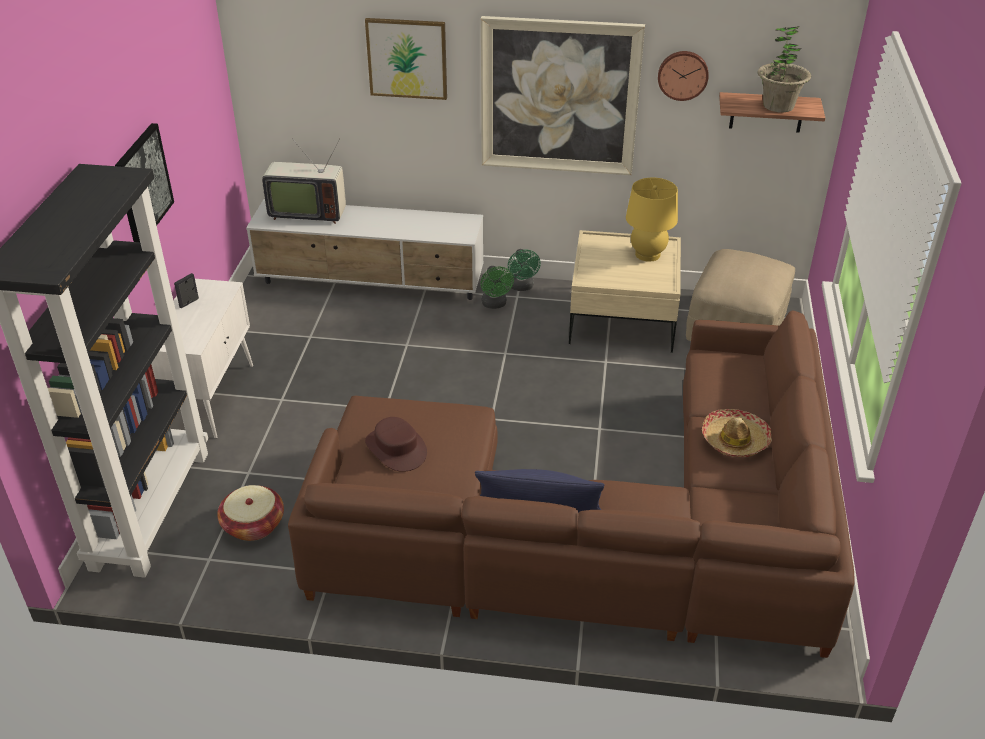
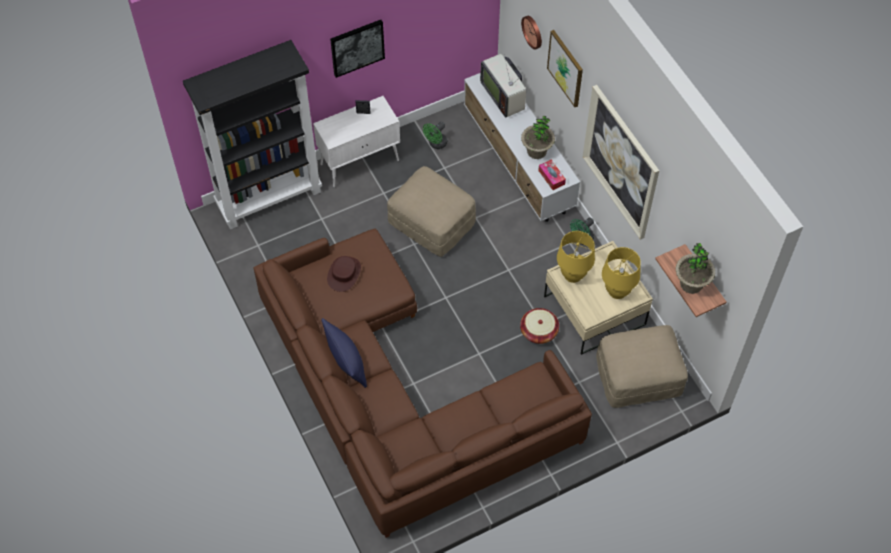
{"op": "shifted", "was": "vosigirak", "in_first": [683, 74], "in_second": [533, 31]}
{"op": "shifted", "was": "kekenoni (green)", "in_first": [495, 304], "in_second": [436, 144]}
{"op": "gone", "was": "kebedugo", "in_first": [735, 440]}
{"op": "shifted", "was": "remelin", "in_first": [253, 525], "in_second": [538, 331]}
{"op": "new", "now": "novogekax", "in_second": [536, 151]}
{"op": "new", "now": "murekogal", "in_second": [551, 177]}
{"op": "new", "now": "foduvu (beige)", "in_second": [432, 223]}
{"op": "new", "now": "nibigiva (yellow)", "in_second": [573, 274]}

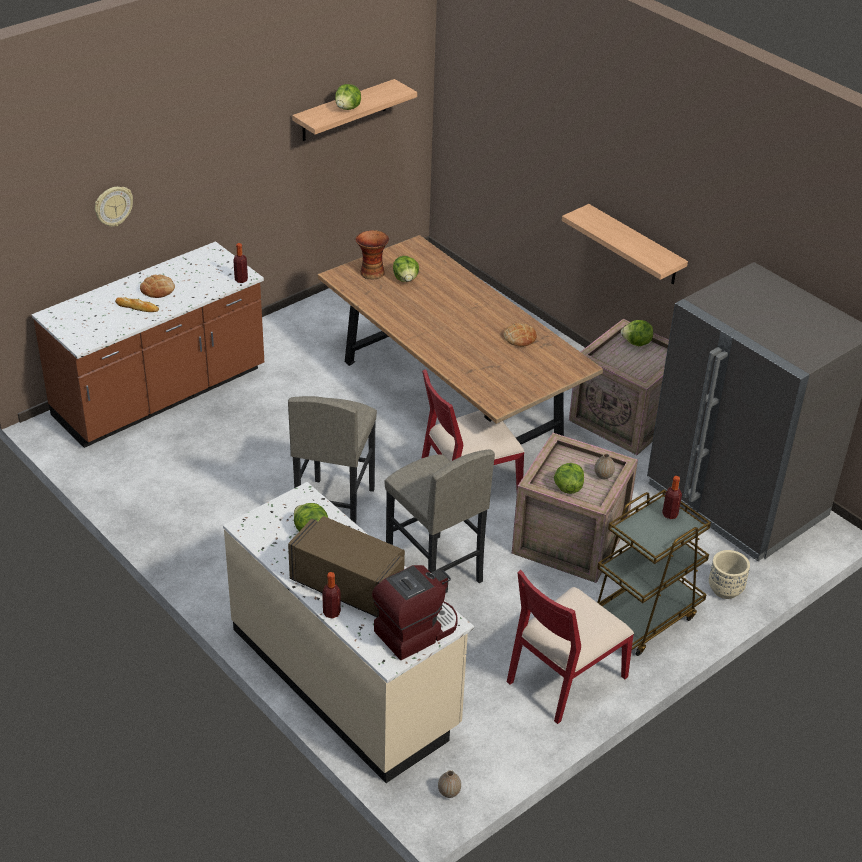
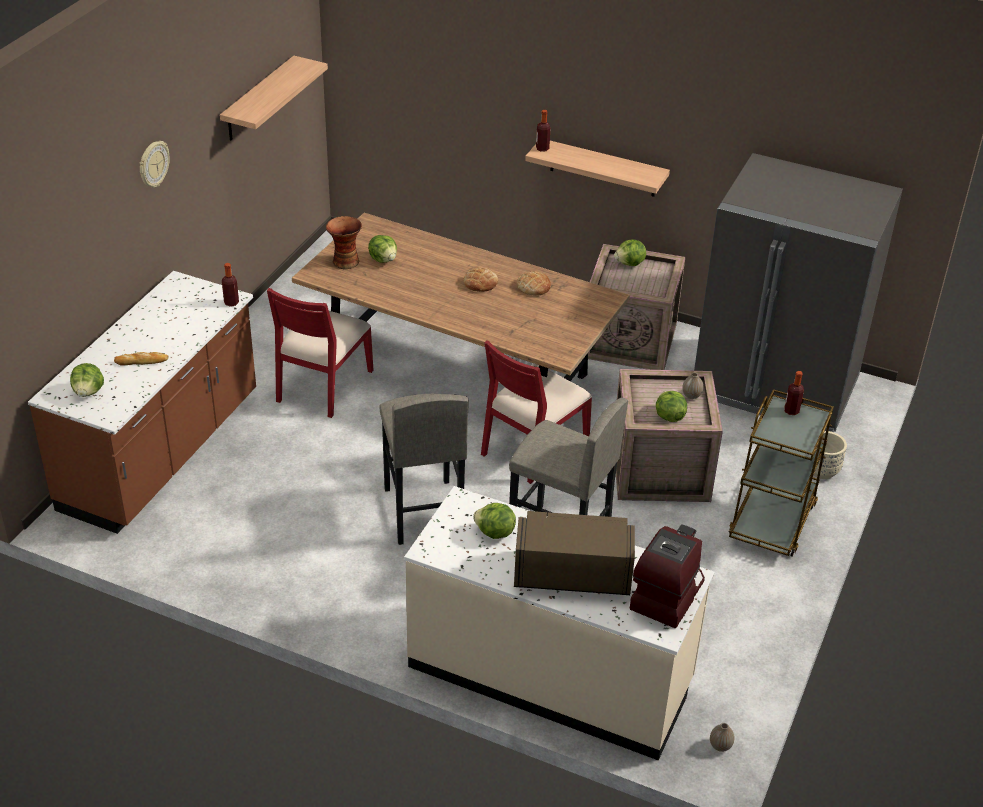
{"op": "shifted", "was": "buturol", "in_first": [348, 108], "in_second": [89, 392]}
{"op": "shifted", "was": "vosigirak", "in_first": [113, 206], "in_second": [153, 164]}
{"op": "shifted", "was": "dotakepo", "in_first": [158, 289], "in_second": [480, 283]}
{"op": "shifted", "was": "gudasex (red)", "in_first": [564, 678], "in_second": [322, 385]}
{"op": "shifted", "was": "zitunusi", "in_first": [331, 613], "in_second": [542, 148]}

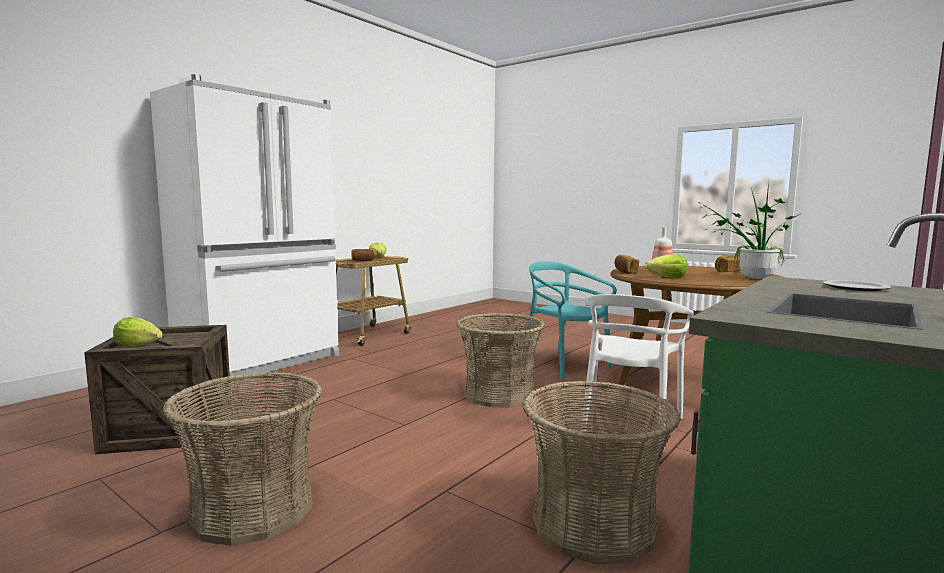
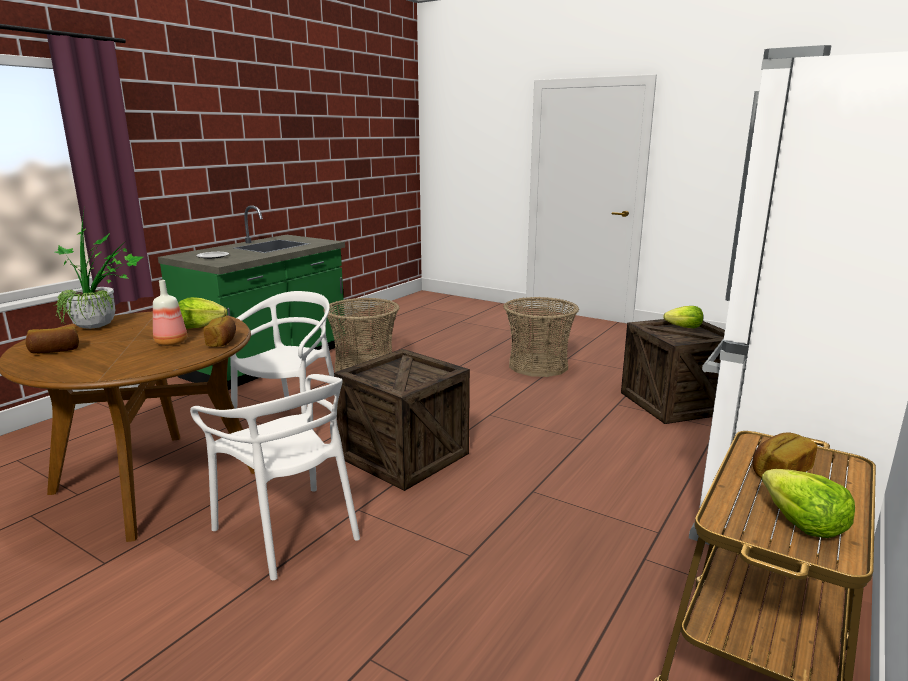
{"op": "repainted", "was": "gudasex (turquoise)", "now": "gudasex (white)", "in_first": [564, 365], "in_second": [289, 531]}
{"op": "swapped", "was": "remelin", "now": "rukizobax", "in_first": [499, 394], "in_second": [404, 456]}

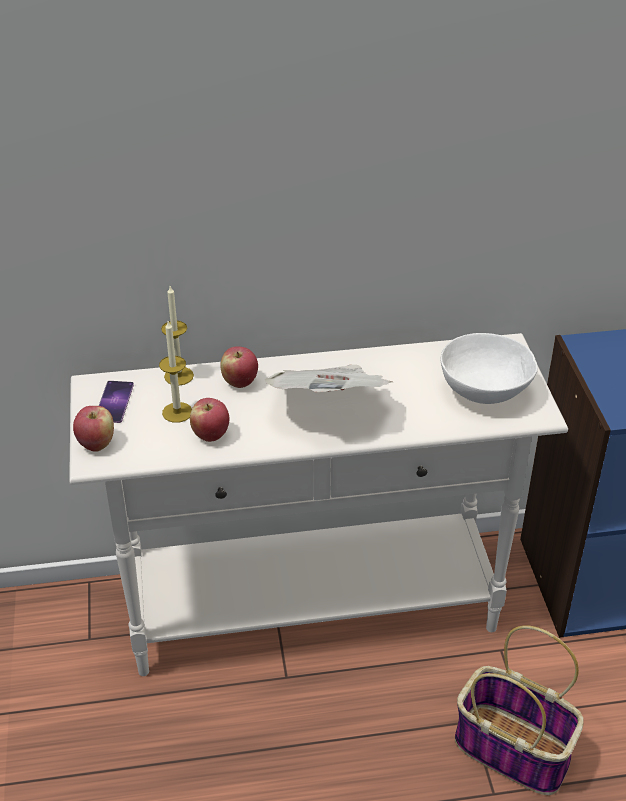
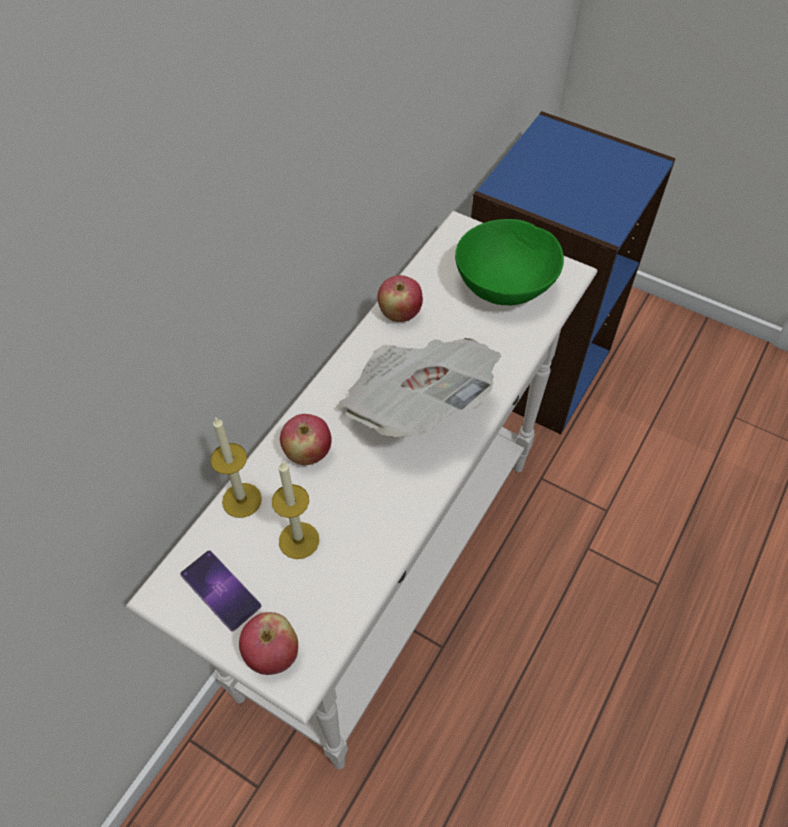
{"op": "repainted", "was": "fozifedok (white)", "now": "fozifedok (green)", "in_first": [484, 390], "in_second": [504, 285]}
{"op": "shifted", "was": "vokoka", "in_first": [210, 435], "in_second": [399, 314]}
{"op": "gone", "was": "remelin", "in_first": [514, 750]}

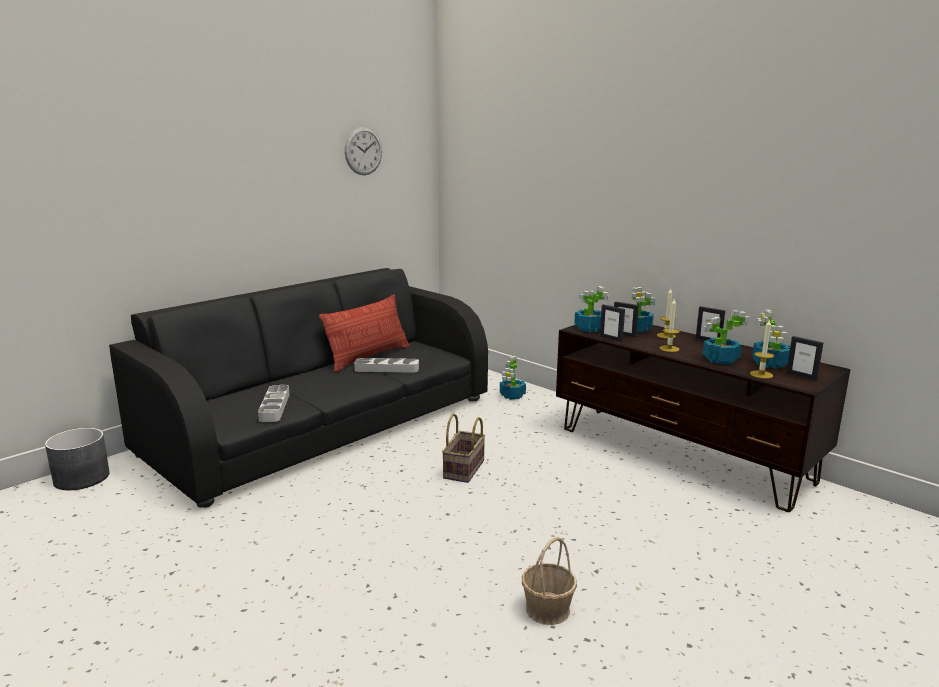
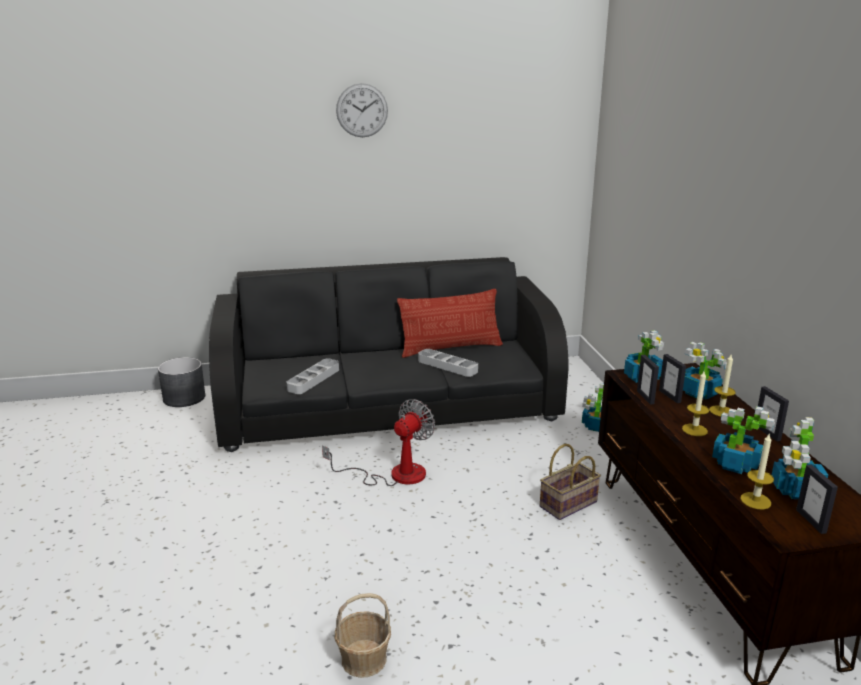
{"op": "shifted", "was": "vosigirak", "in_first": [363, 151], "in_second": [362, 110]}
{"op": "shifted", "was": "remelin", "in_first": [464, 470], "in_second": [568, 505]}
{"op": "new", "now": "kekenoni", "in_second": [394, 474]}

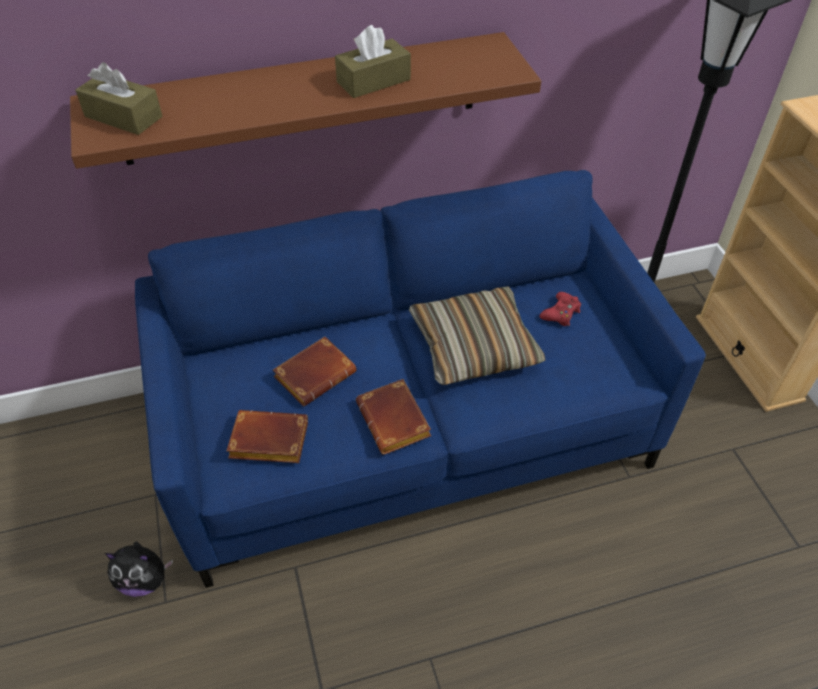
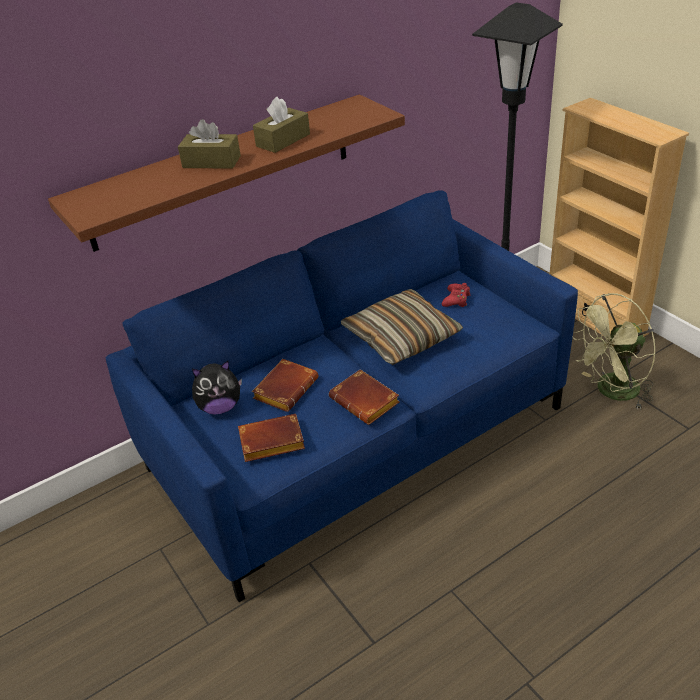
{"op": "shifted", "was": "murekogal (brown)", "in_first": [123, 117], "in_second": [211, 162]}
{"op": "shifted", "was": "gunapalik", "in_first": [144, 580], "in_second": [220, 407]}
{"op": "new", "now": "kekenoni (green)", "in_second": [611, 392]}

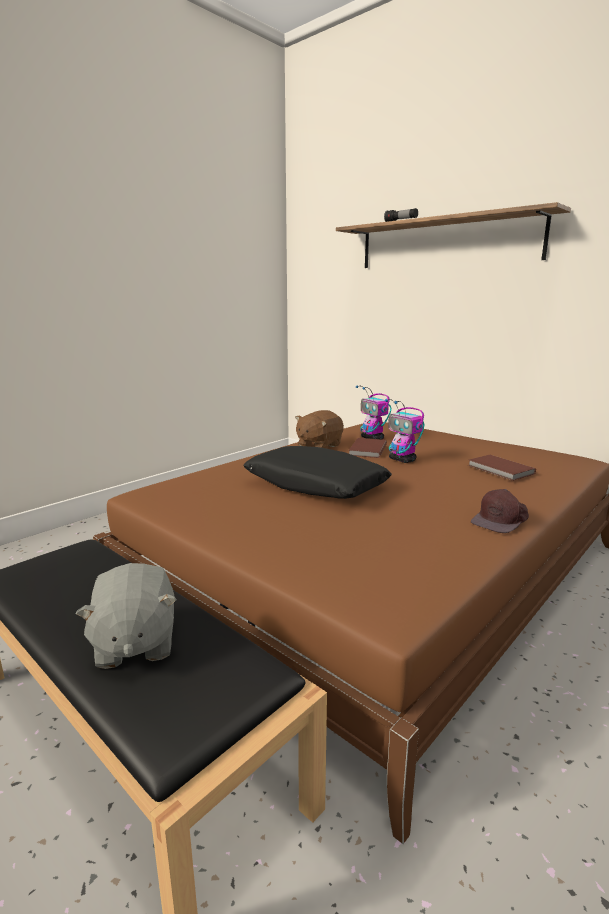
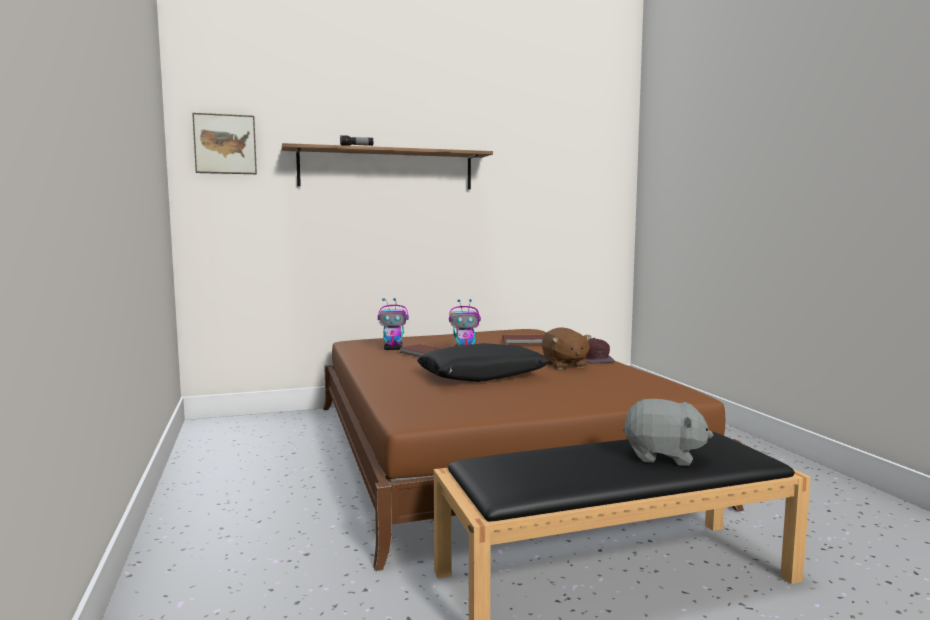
{"op": "shifted", "was": "gunapalik (brown)", "in_first": [318, 445], "in_second": [564, 365]}
{"op": "new", "now": "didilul", "in_second": [225, 144]}

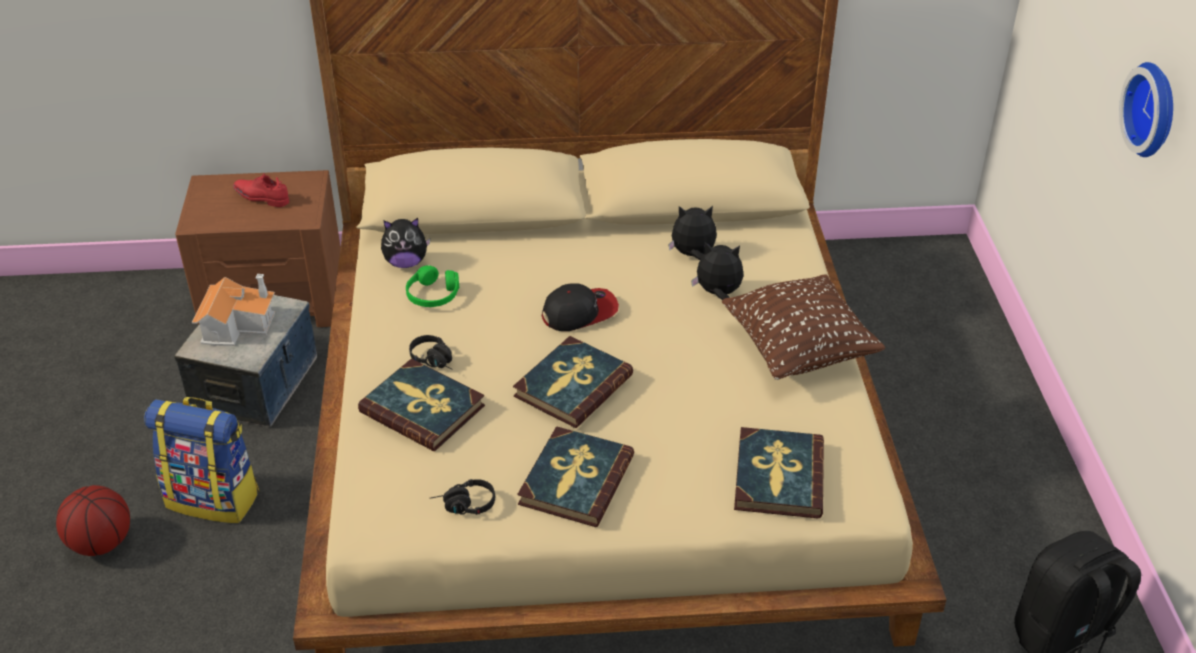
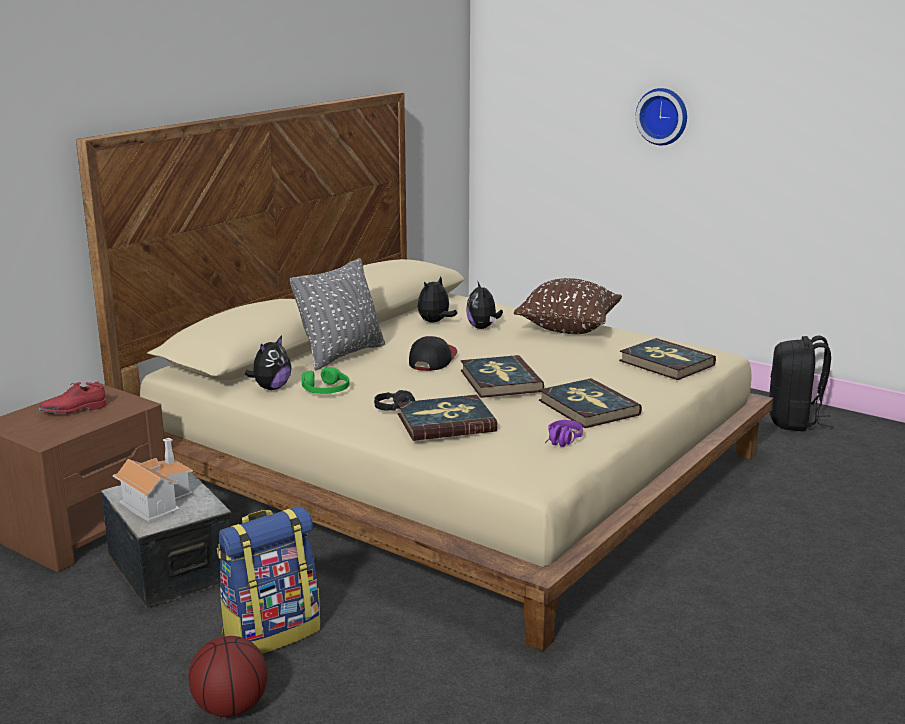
{"op": "rotated", "was": "gunapalik", "in_first": [718, 293], "in_second": [483, 327], "clockwise": -60}
{"op": "repainted", "was": "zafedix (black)", "now": "zafedix (purple)", "in_first": [463, 506], "in_second": [561, 442]}
{"op": "new", "now": "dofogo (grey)", "in_second": [341, 354]}

